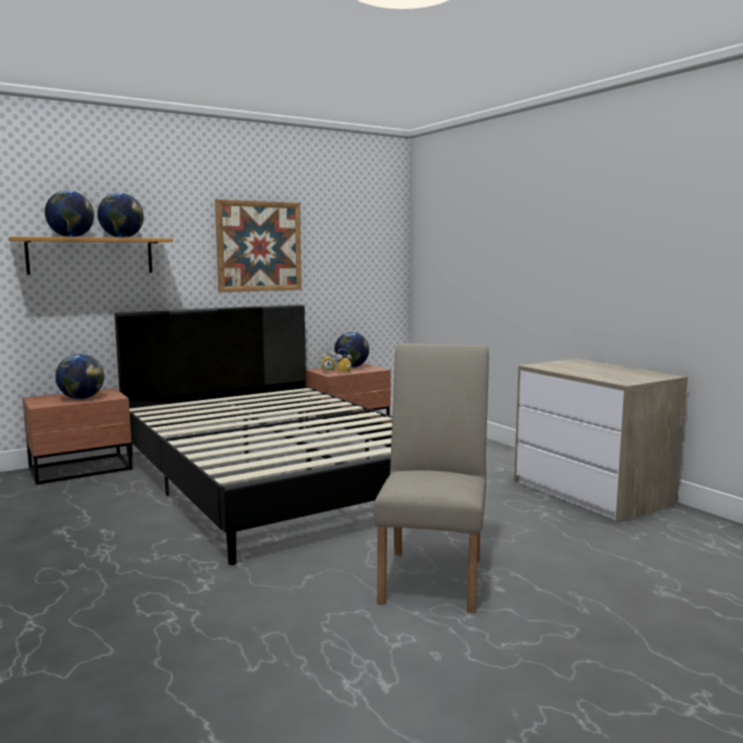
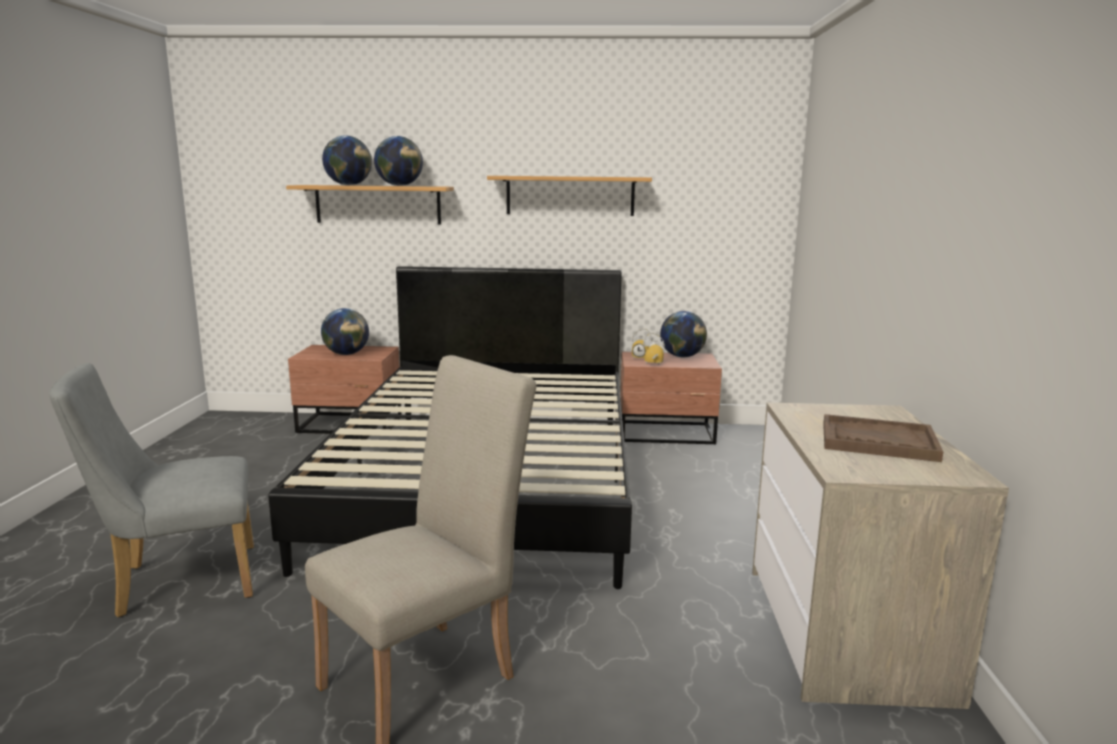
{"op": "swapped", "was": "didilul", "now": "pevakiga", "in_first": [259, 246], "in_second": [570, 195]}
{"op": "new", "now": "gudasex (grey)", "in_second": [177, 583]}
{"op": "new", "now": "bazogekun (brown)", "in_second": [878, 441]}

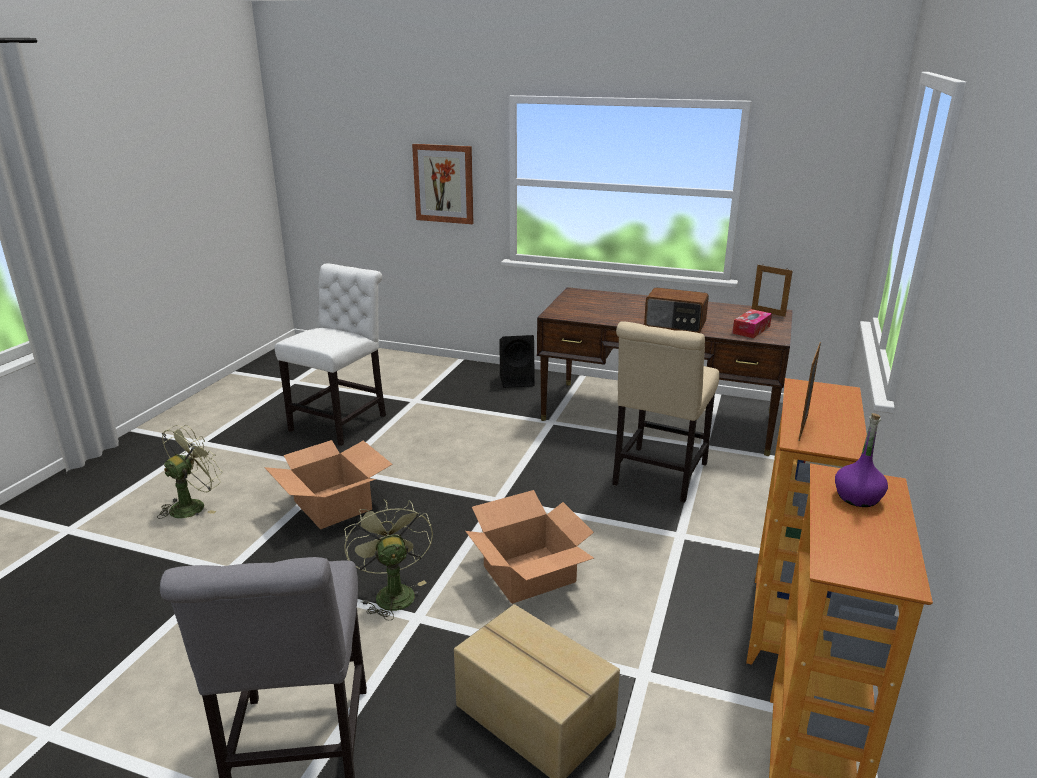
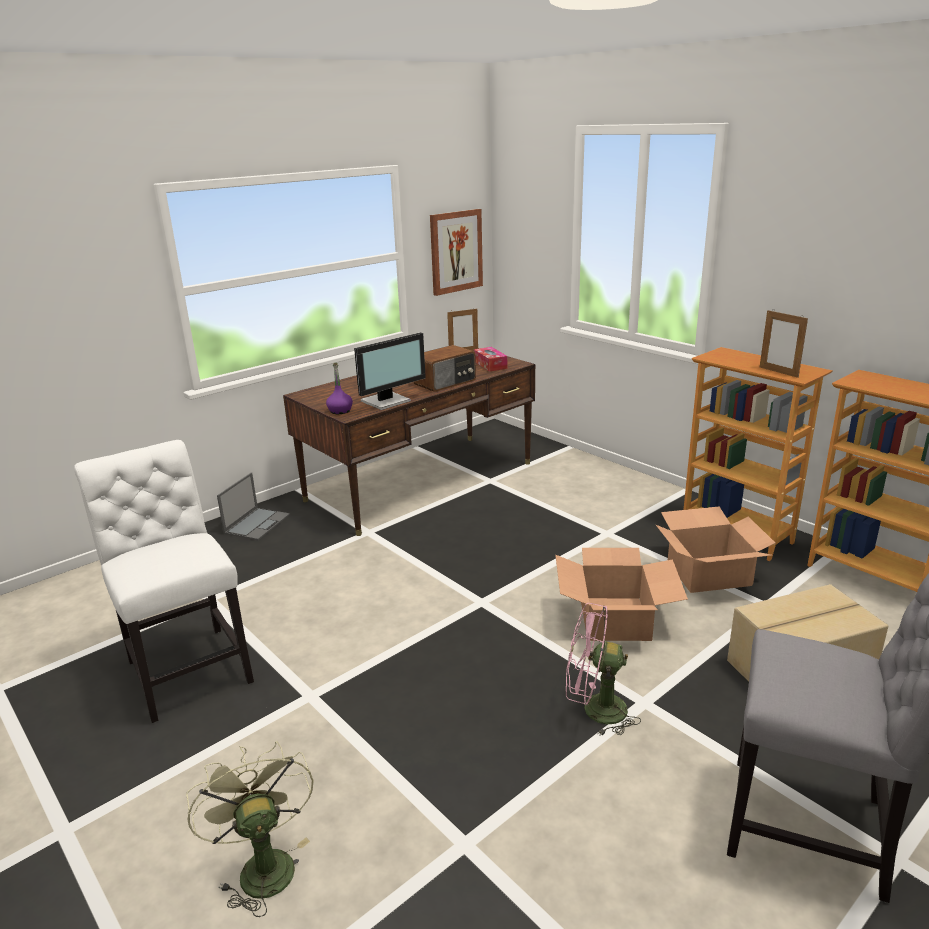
{"op": "shifted", "was": "didilul", "in_first": [444, 183], "in_second": [456, 251]}
{"op": "gone", "was": "gudasex (beige)", "in_first": [658, 477]}
{"op": "swapped", "was": "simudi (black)", "now": "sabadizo", "in_first": [518, 380], "in_second": [257, 523]}
{"op": "shifted", "was": "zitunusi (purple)", "in_first": [857, 497], "in_second": [340, 411]}
{"op": "shifted", "was": "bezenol", "in_first": [333, 505], "in_second": [708, 573]}
{"op": "repainted", "was": "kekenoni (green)", "now": "kekenoni (pink)", "in_first": [392, 592], "in_second": [594, 710]}
{"op": "new", "now": "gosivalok", "in_second": [387, 401]}

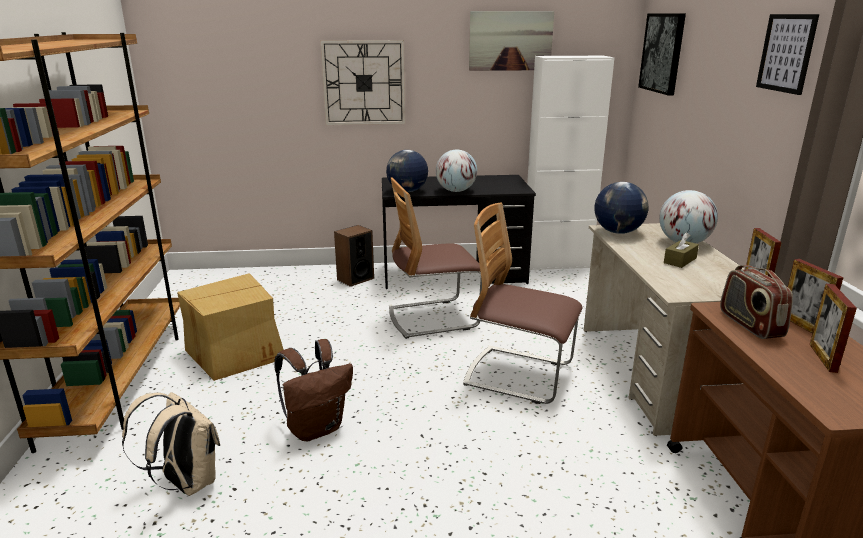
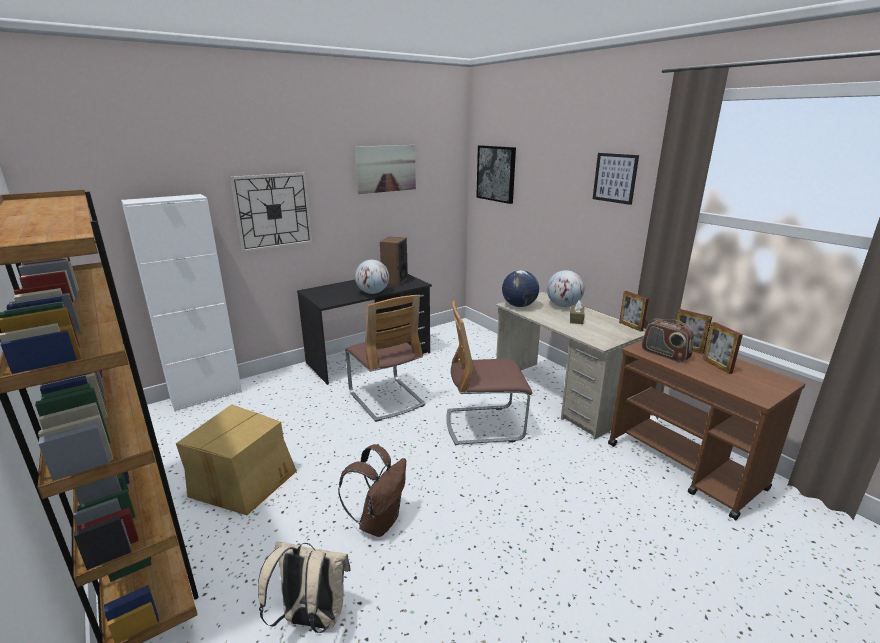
{"op": "shifted", "was": "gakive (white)", "in_first": [556, 264], "in_second": [206, 395]}
{"op": "gone", "was": "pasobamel", "in_first": [407, 191]}
{"op": "rotated", "was": "gudasex", "in_first": [433, 318], "in_second": [386, 399], "clockwise": -75}
{"op": "shifted", "was": "simudi", "in_first": [355, 279], "in_second": [394, 281]}

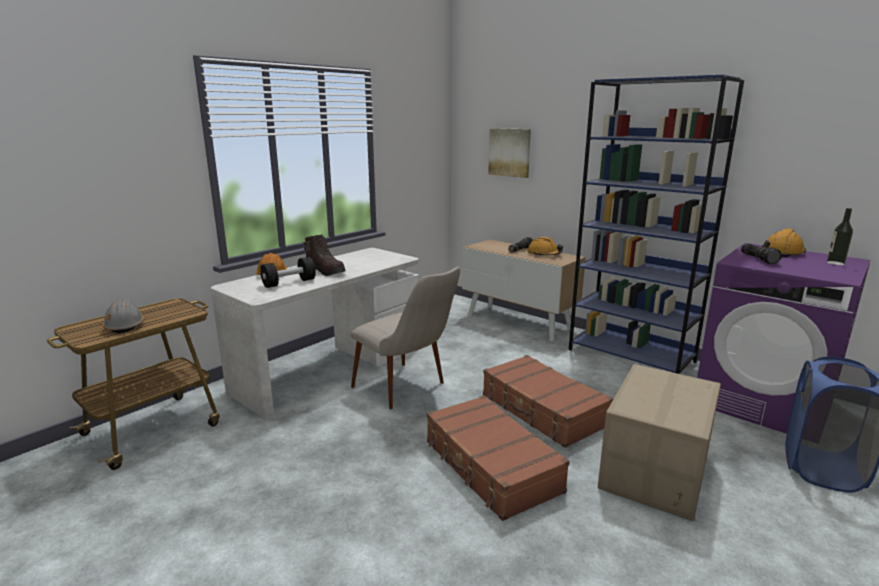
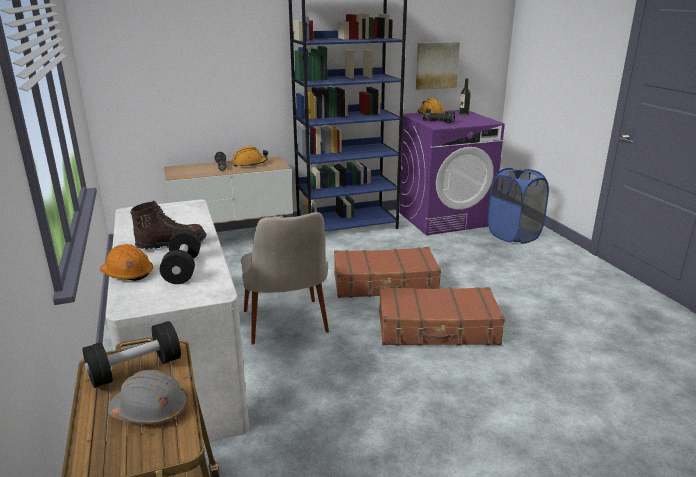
{"op": "shifted", "was": "didilul", "in_first": [510, 152], "in_second": [436, 65]}
{"op": "rotated", "was": "gudasex (beige)", "in_first": [408, 390], "in_second": [288, 329], "clockwise": 90}
{"op": "gone", "was": "bezenol", "in_first": [656, 471]}
{"op": "new", "now": "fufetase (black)", "in_second": [135, 369]}

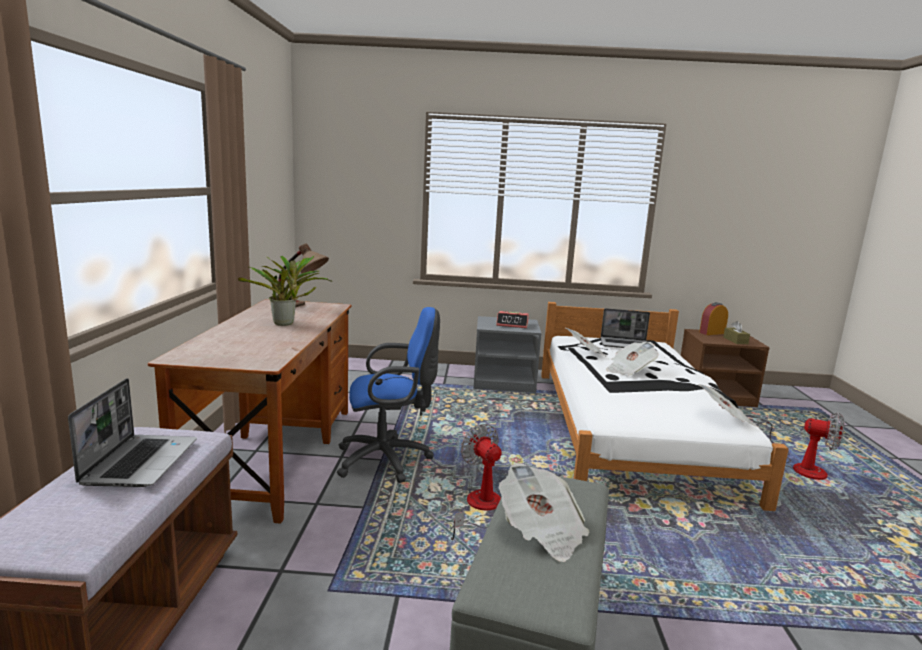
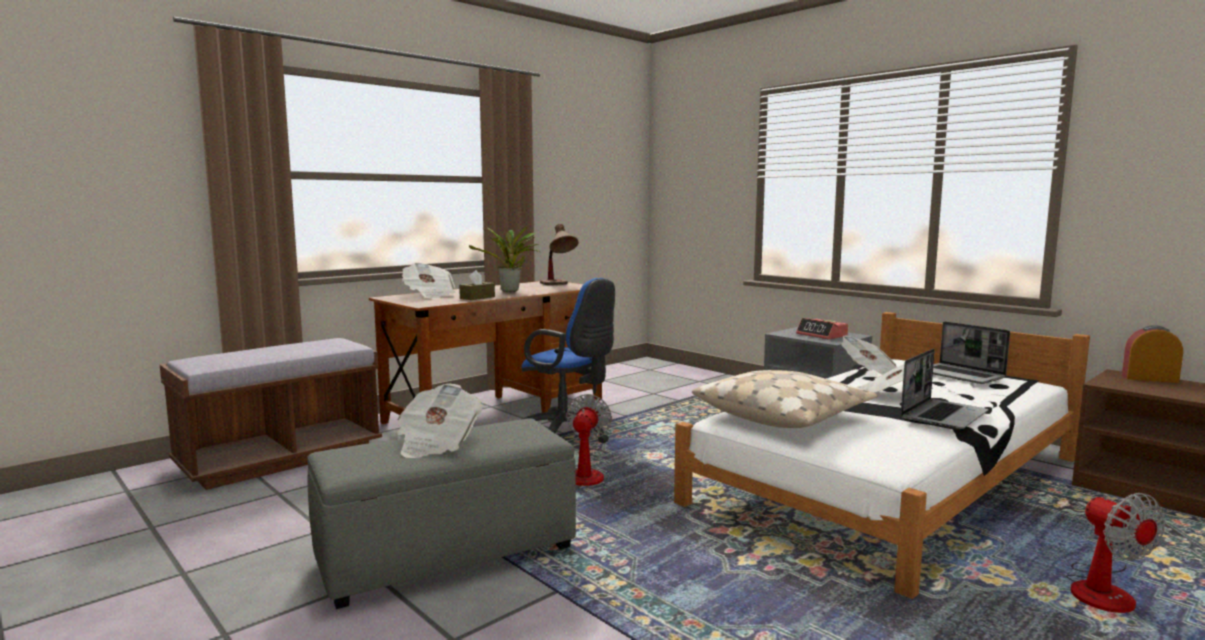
{"op": "shifted", "was": "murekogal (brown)", "in_first": [735, 340], "in_second": [477, 297]}
{"op": "shifted", "was": "sabadizo", "in_first": [140, 461], "in_second": [943, 416]}
{"op": "shifted", "was": "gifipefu", "in_first": [725, 419], "in_second": [429, 295]}
{"op": "new", "now": "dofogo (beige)", "in_second": [783, 415]}

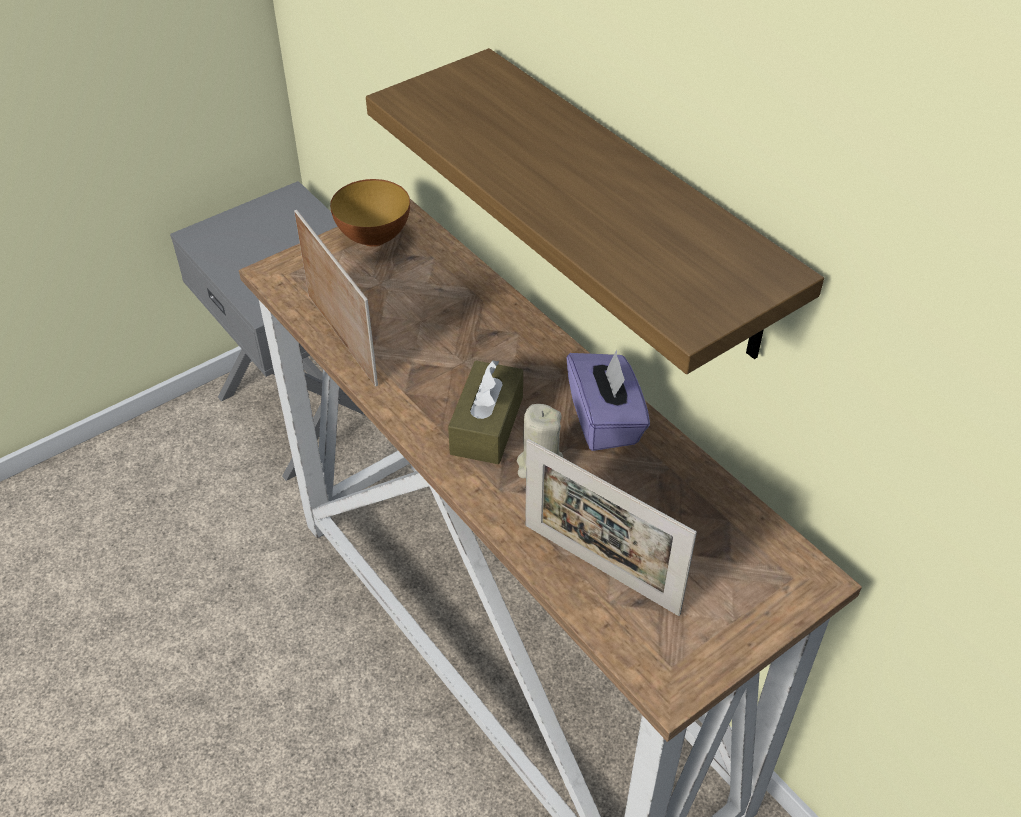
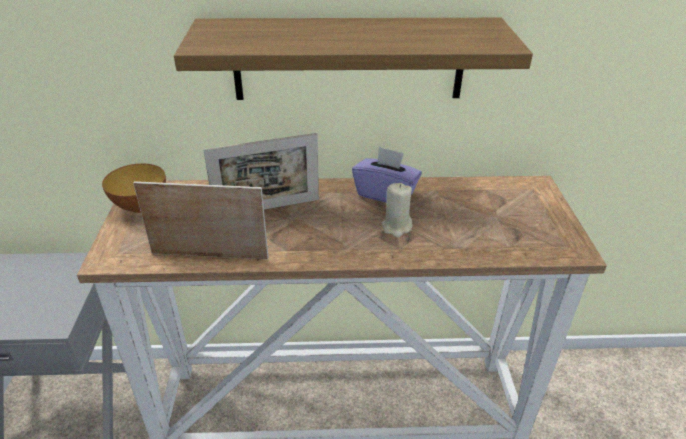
{"op": "gone", "was": "murekogal (brown)", "in_first": [487, 425]}
{"op": "shifted", "was": "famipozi", "in_first": [600, 568], "in_second": [267, 208]}

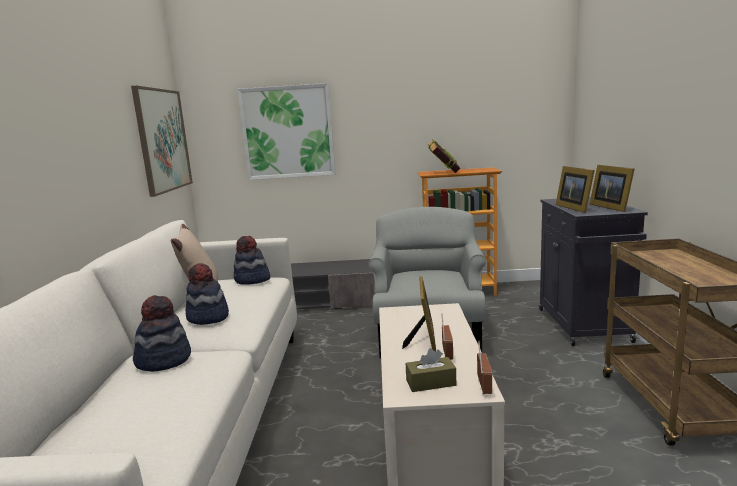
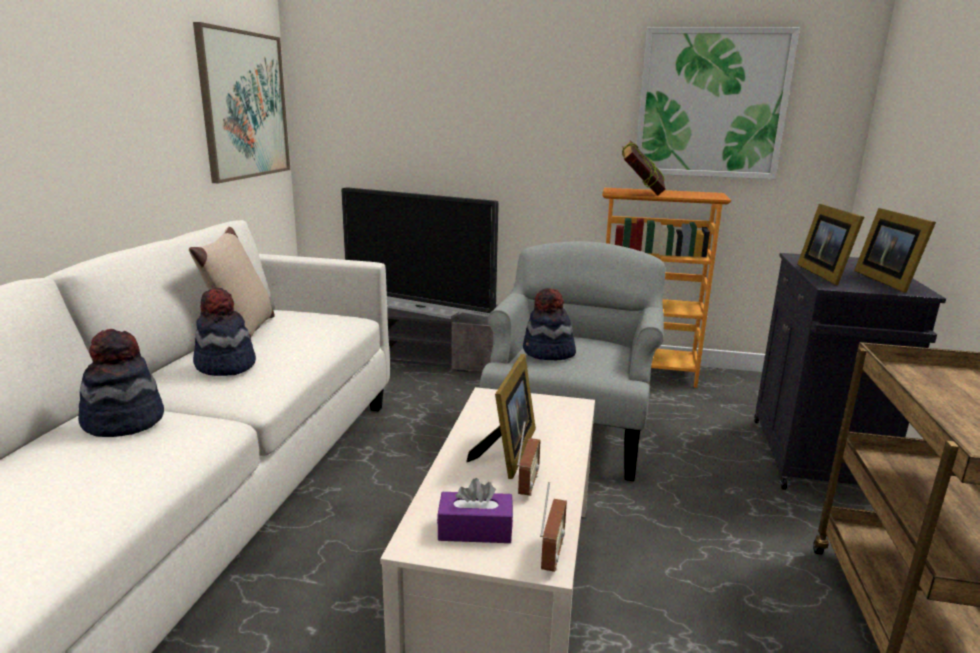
{"op": "shifted", "was": "didilul", "in_first": [288, 132], "in_second": [711, 104]}
{"op": "shifted", "was": "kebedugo", "in_first": [252, 280], "in_second": [548, 353]}
{"op": "repainted", "was": "murekogal (brown)", "now": "murekogal (purple)", "in_first": [431, 383], "in_second": [475, 530]}
{"op": "new", "now": "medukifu", "in_second": [420, 308]}

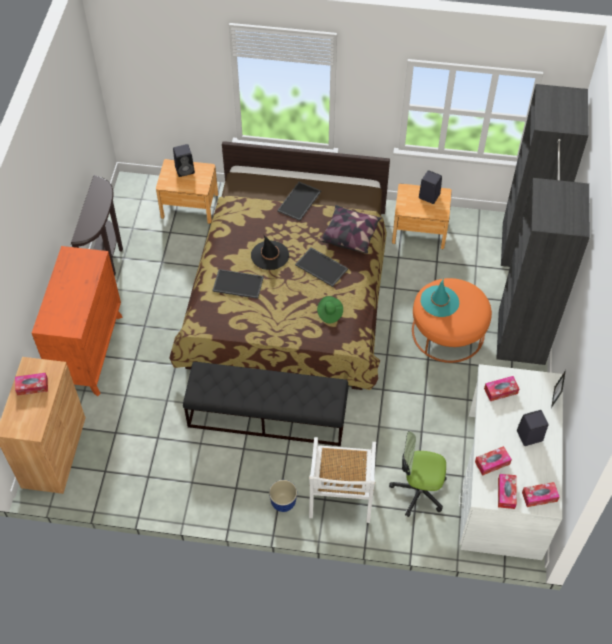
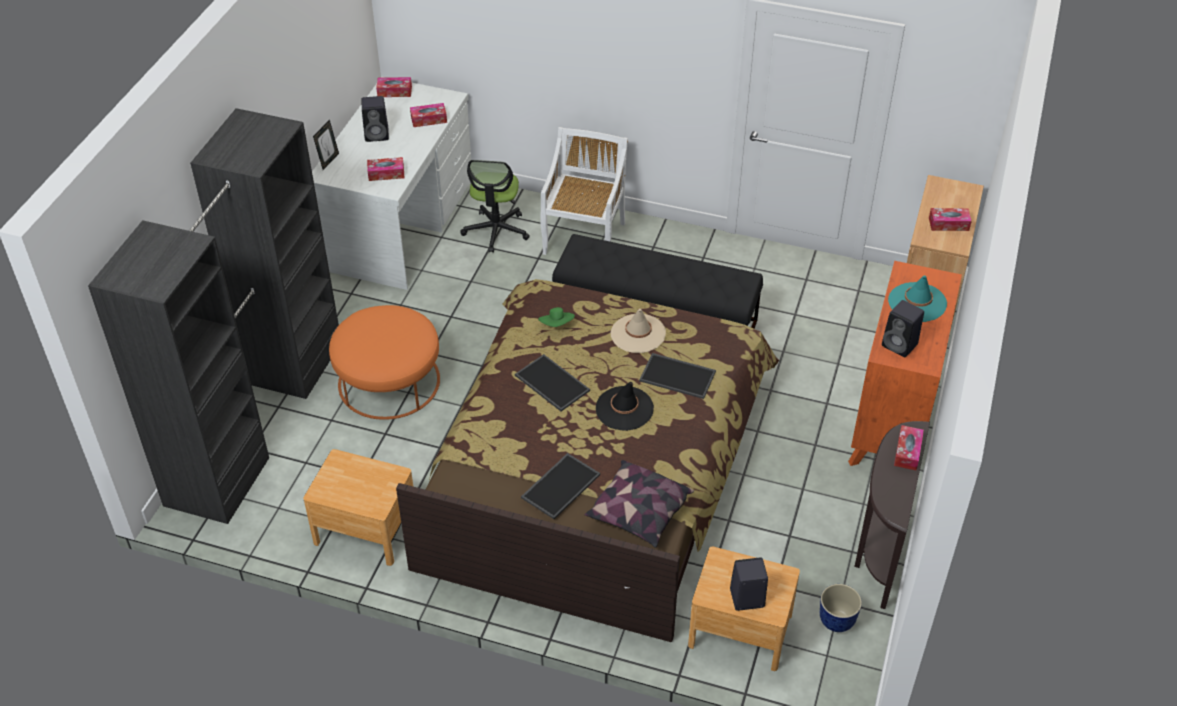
{"op": "shifted", "was": "simudi (black)", "in_first": [428, 196], "in_second": [900, 345]}
{"op": "shifted", "was": "dofogo", "in_first": [350, 234], "in_second": [639, 513]}
{"op": "shifted", "was": "kebedugo (turquoise)", "in_first": [439, 301], "in_second": [917, 302]}
{"op": "rotated", "was": "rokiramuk", "in_first": [418, 491], "in_second": [496, 231], "clockwise": 75}
{"op": "shifted", "was": "murekogal", "in_first": [506, 493], "in_second": [907, 452]}
{"op": "shifted", "was": "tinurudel", "in_first": [283, 502], "in_second": [836, 621]}
{"op": "new", "now": "kebedugo (beige)", "in_second": [638, 334]}

